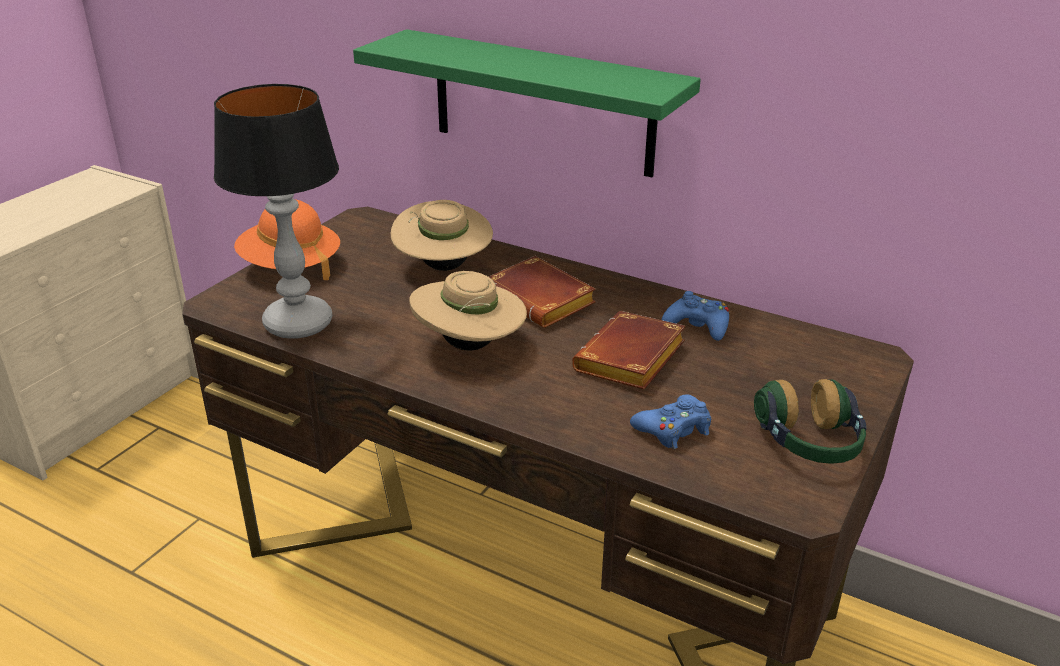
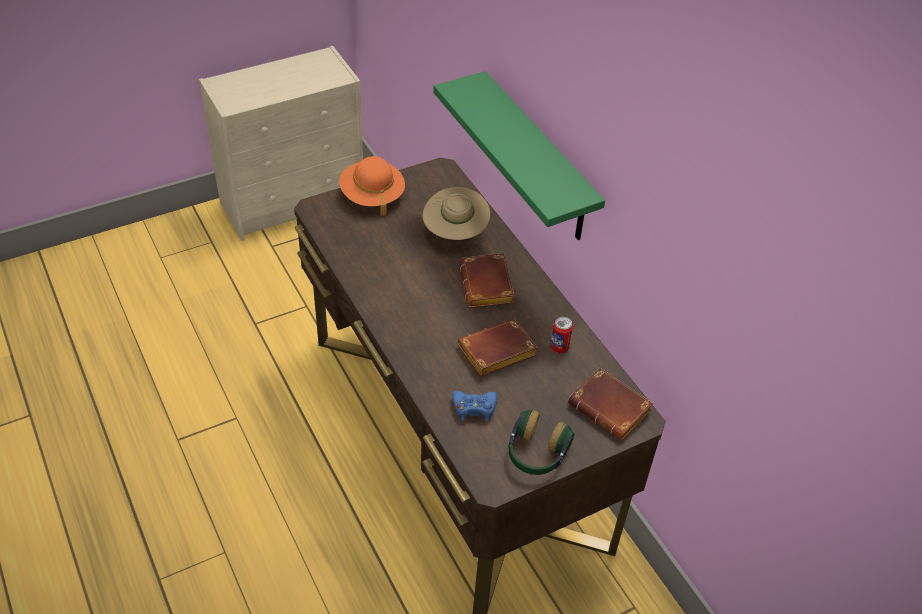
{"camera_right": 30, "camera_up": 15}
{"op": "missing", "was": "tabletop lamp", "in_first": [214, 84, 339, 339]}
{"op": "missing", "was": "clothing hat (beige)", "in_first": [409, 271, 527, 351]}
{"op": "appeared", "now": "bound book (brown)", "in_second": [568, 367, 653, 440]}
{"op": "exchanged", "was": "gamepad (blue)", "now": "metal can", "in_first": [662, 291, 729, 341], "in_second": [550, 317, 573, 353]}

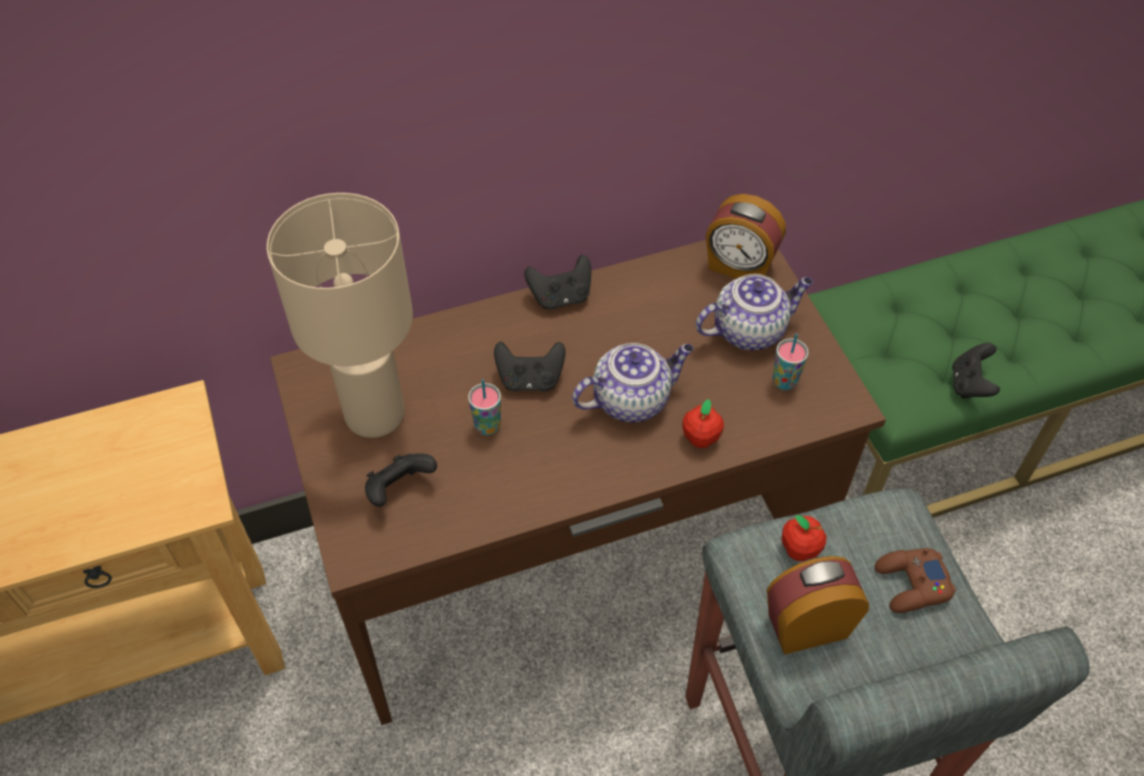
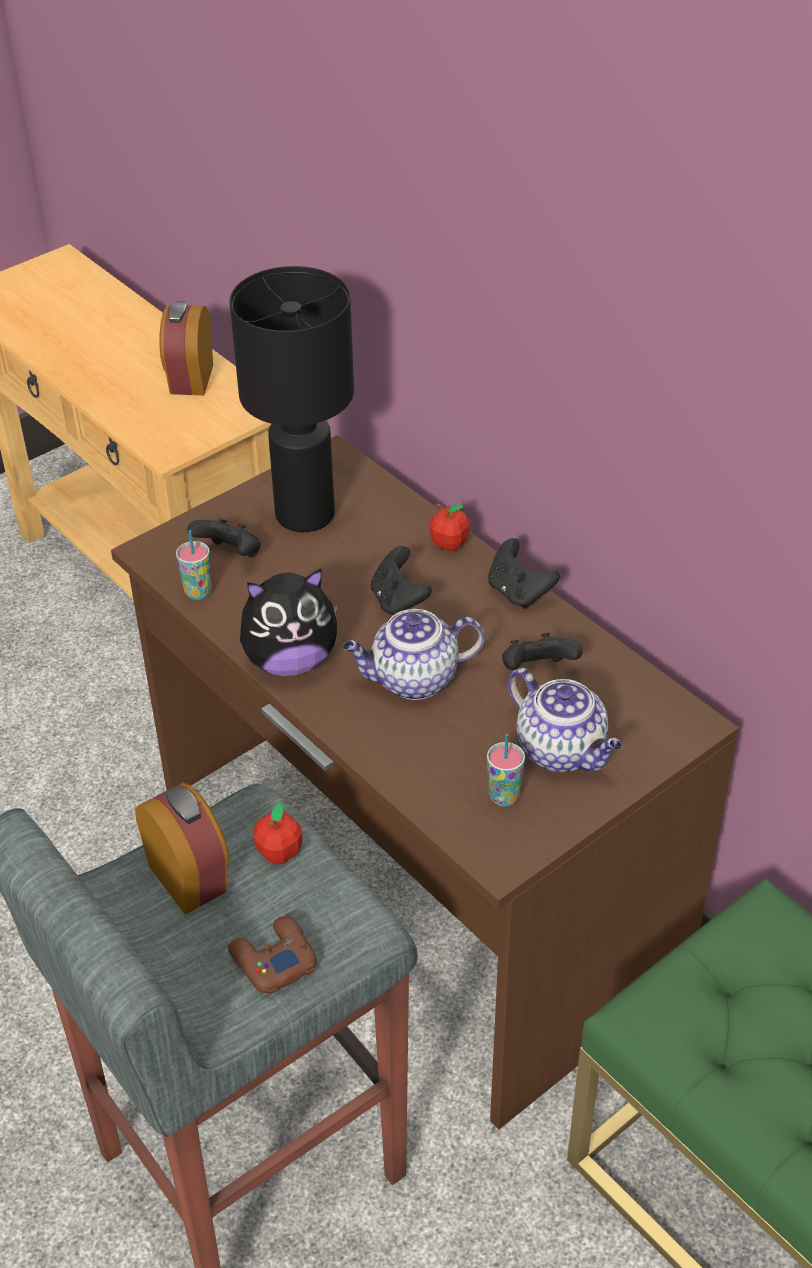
{"camera_right": 70, "camera_up": -10}
{"op": "appeared", "now": "cuddly toy", "in_second": [240, 568, 338, 676]}
{"op": "relocated", "was": "small cup", "in_first": [468, 379, 501, 435], "in_second": [176, 530, 211, 600]}
{"op": "relocated", "was": "apple fruit", "in_first": [682, 399, 724, 448], "in_second": [430, 504, 470, 551]}
{"op": "relocated", "was": "bedside clock", "in_first": [706, 194, 786, 279], "in_second": [159, 301, 213, 396]}
{"op": "relocated", "was": "gamepad (blackish)", "in_first": [952, 343, 1000, 398], "in_second": [502, 633, 583, 670]}
{"op": "colour", "was": "tabletop lamp (beige)", "now": "tabletop lamp (blackish)", "in_first": [267, 193, 413, 438], "in_second": [230, 266, 354, 532]}
{"op": "spun", "was": "teapot", "in_first": [572, 343, 694, 423], "in_second": [343, 609, 485, 700], "clockwise": 120}

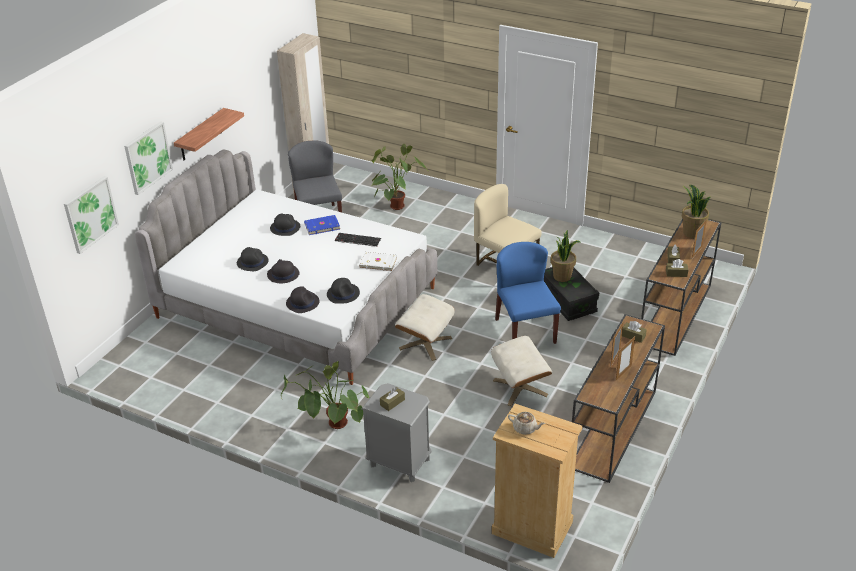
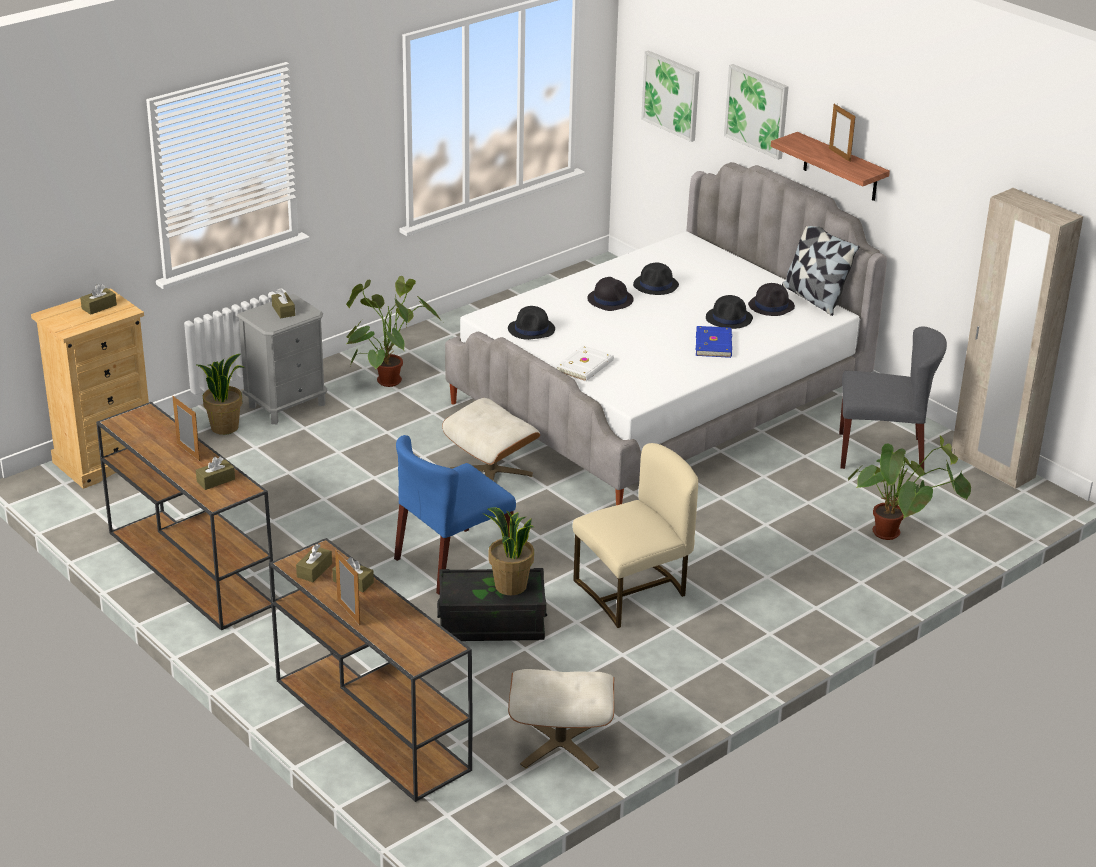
{"camera_right": 110, "camera_up": -5}
{"op": "missing", "was": "computer keyboard", "in_first": [335, 233, 381, 247]}
{"op": "appeared", "now": "throw pillow", "in_second": [782, 226, 860, 316]}
{"op": "relocated", "was": "clothing hat (blackish)", "in_first": [286, 286, 319, 313], "in_second": [748, 283, 795, 316]}
{"op": "relocated", "was": "ottoman (beige)", "in_first": [491, 336, 552, 407], "in_second": [508, 669, 614, 771]}
{"op": "relocated", "was": "picture frame", "in_first": [616, 336, 635, 380], "in_second": [829, 104, 856, 162]}
{"op": "relocated", "was": "houseplant", "in_first": [682, 185, 710, 238], "in_second": [197, 354, 245, 435]}
{"op": "exchanged", "was": "teapot (beige)", "now": "tissue holder (brown)", "in_first": [508, 412, 545, 435], "in_second": [80, 284, 117, 315]}
{"op": "spun", "was": "chair (blue)", "in_first": [495, 242, 561, 344], "in_second": [394, 435, 516, 595], "clockwise": 135}

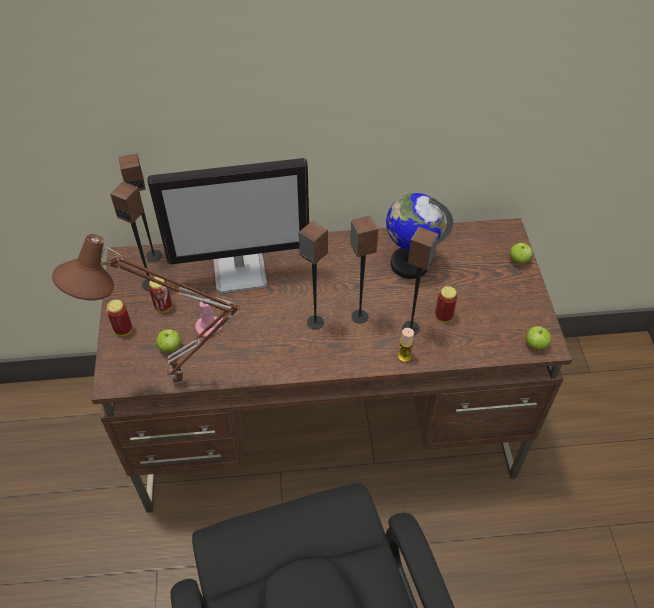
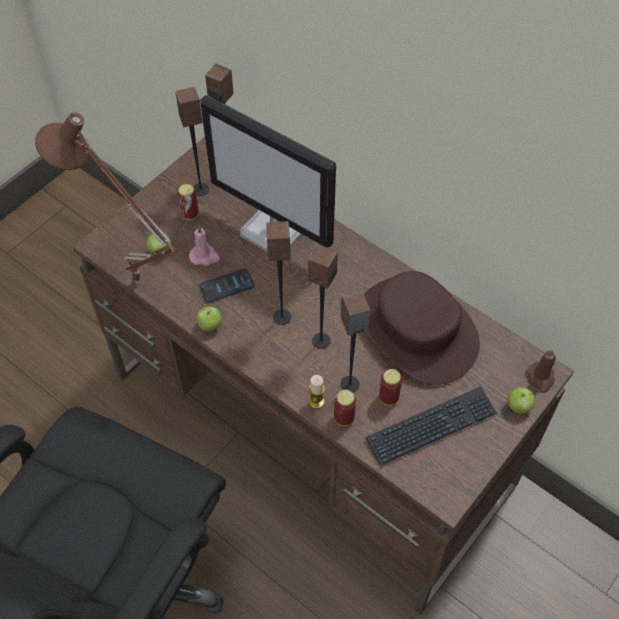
{"camera_right": 45, "camera_up": 5}
{"op": "appeared", "now": "telephone", "in_second": [199, 269, 254, 303]}
{"op": "appeared", "now": "computer keyboard", "in_second": [366, 386, 497, 466]}
{"op": "appeared", "now": "wax candle (brown)", "in_second": [526, 349, 556, 393]}
{"op": "relocated", "was": "metal can", "in_first": [106, 300, 132, 336], "in_second": [334, 390, 356, 426]}
{"op": "relocated", "was": "apple fruit", "in_first": [526, 326, 551, 350], "in_second": [196, 306, 222, 331]}
{"op": "exchanged", "was": "globe", "now": "clothing hat (brown)", "in_first": [386, 193, 453, 279], "in_second": [364, 271, 480, 385]}

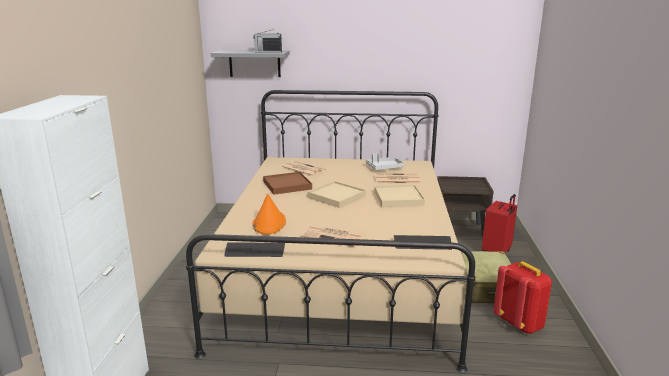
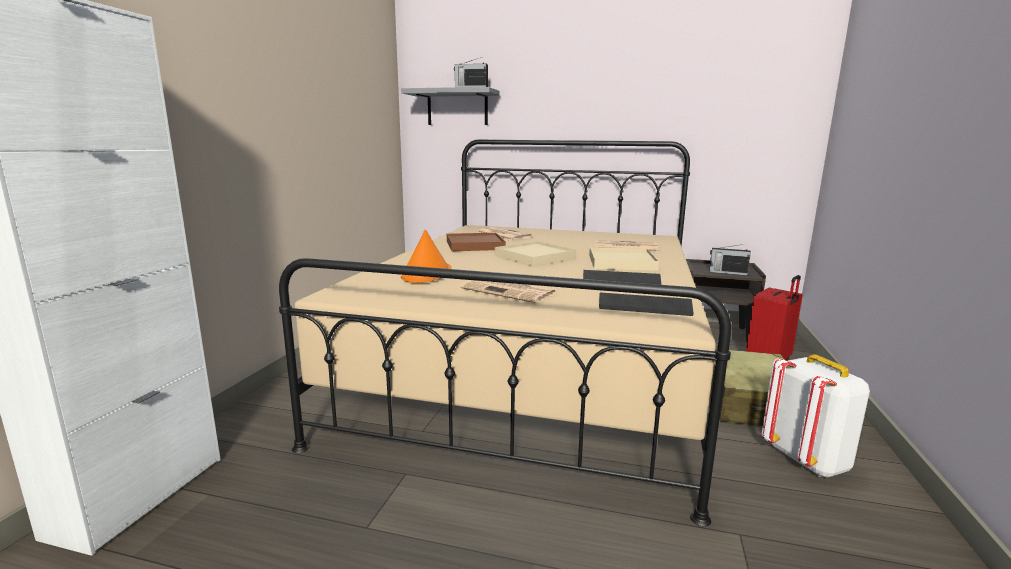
{"camera_right": 10, "camera_up": -5}
{"op": "missing", "was": "tray (grey)", "in_first": [366, 153, 404, 170]}
{"op": "appeared", "now": "radio receiver", "in_second": [709, 244, 751, 275]}
{"op": "relocated", "was": "computer keyboard", "in_first": [224, 243, 285, 257], "in_second": [583, 270, 661, 285]}
{"op": "colour", "was": "rucksack (red)", "now": "rucksack (white-coloured)", "in_first": [493, 261, 552, 334], "in_second": [761, 354, 870, 477]}

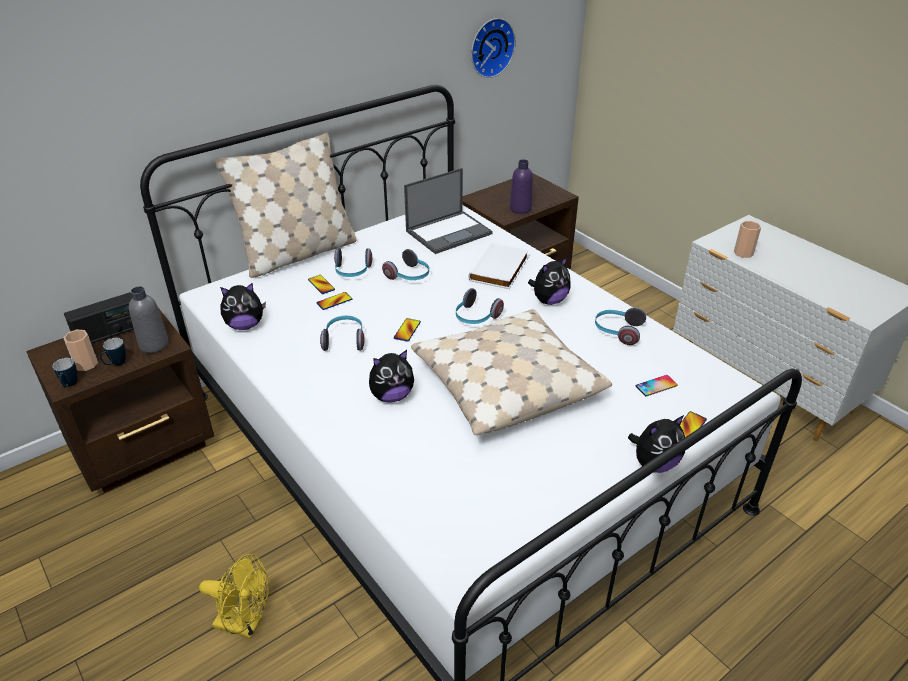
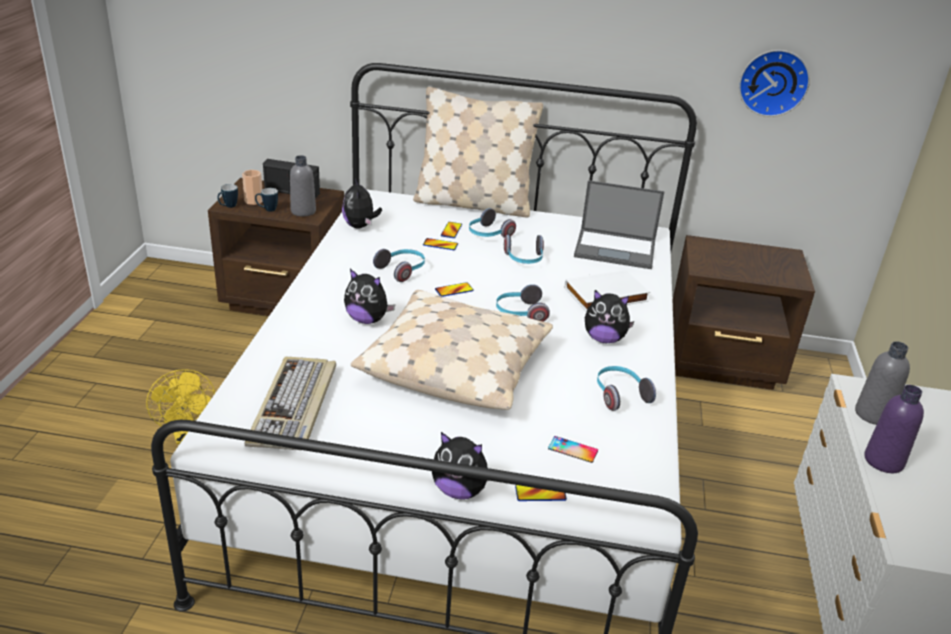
{"camera_right": 45, "camera_up": -5}
{"op": "appeared", "now": "computer keyboard", "in_second": [245, 357, 336, 450]}
{"op": "relocated", "was": "bottle (purple)", "in_first": [510, 160, 533, 214], "in_second": [865, 385, 924, 473]}
{"op": "exchanged", "was": "small cup", "now": "bottle (grey)", "in_first": [734, 221, 761, 258], "in_second": [855, 341, 910, 425]}
{"op": "spun", "was": "cuddly toy", "in_first": [220, 283, 266, 330], "in_second": [342, 178, 382, 229], "clockwise": 45}

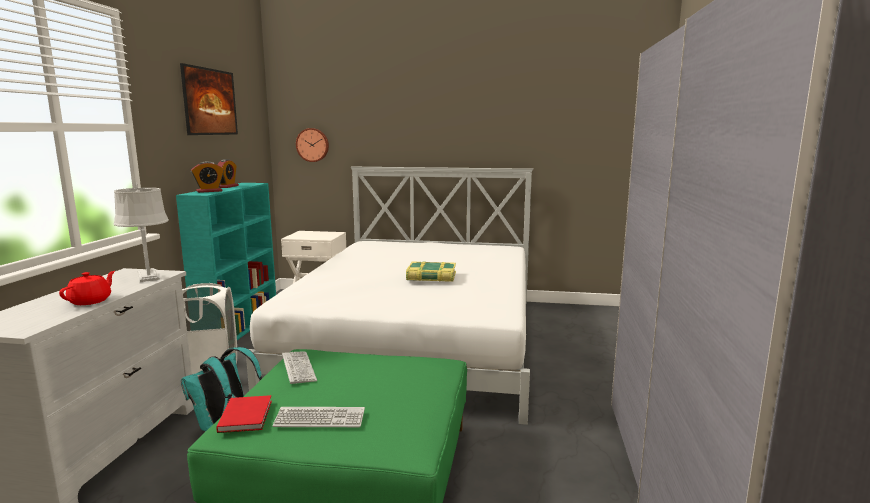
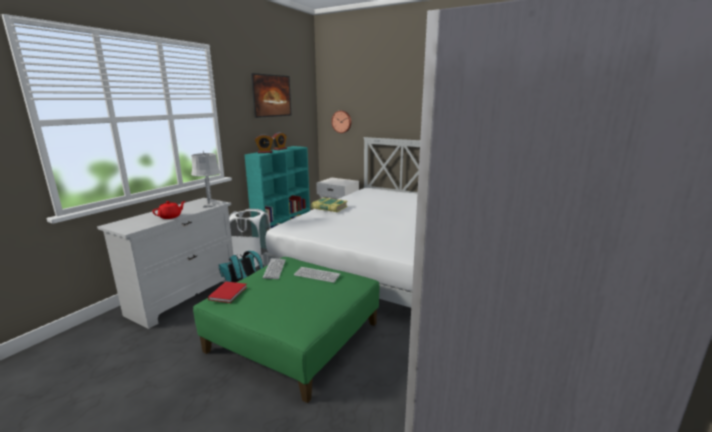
{"camera_right": 20, "camera_up": 5}
{"op": "relocated", "was": "computer keyboard", "in_first": [273, 407, 365, 427], "in_second": [294, 267, 340, 283]}
{"op": "relocated", "was": "bound book", "in_first": [406, 262, 456, 282], "in_second": [311, 198, 348, 212]}

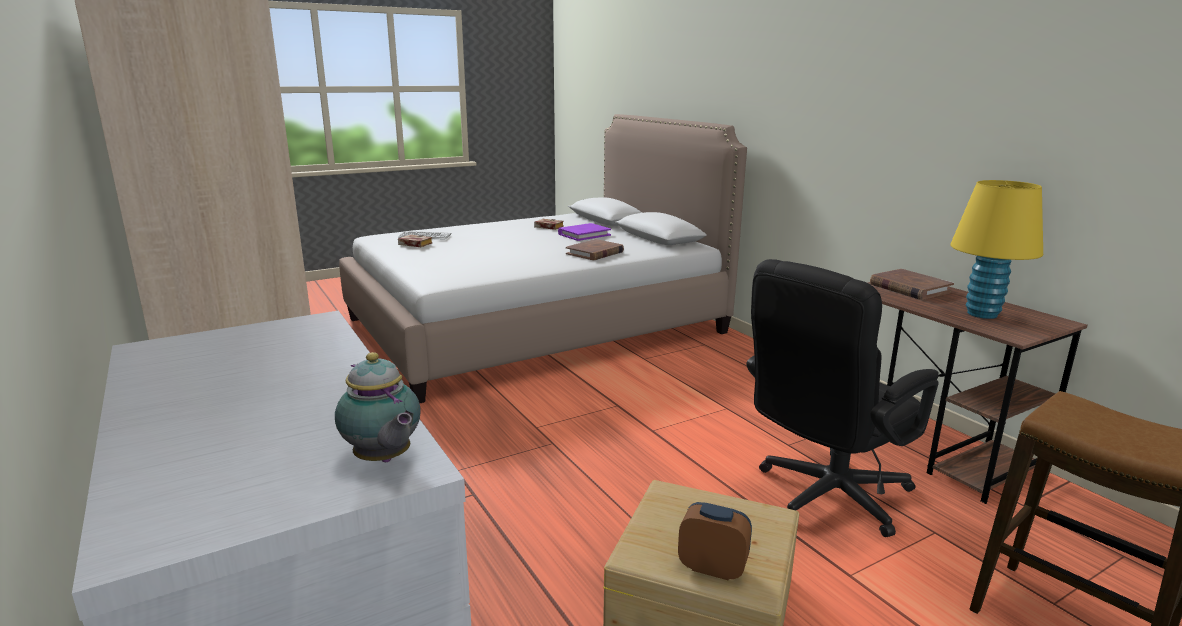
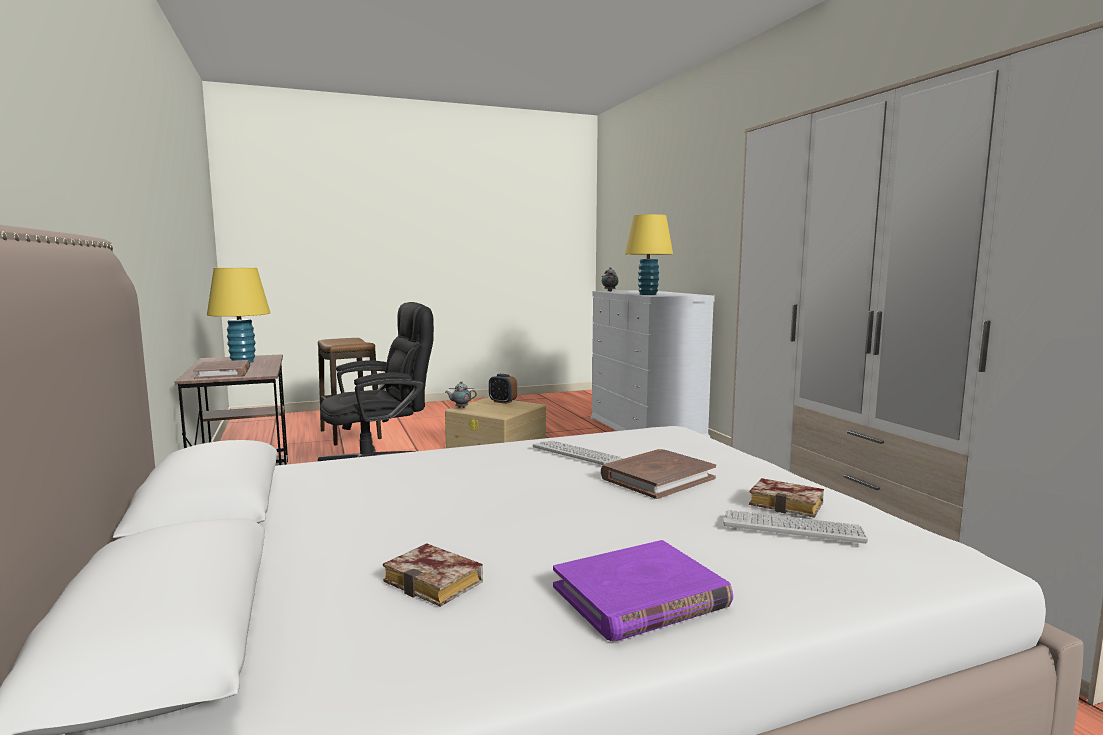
{"camera_right": -170, "camera_up": -10}
{"op": "appeared", "now": "teapot", "in_second": [446, 381, 477, 408]}
{"op": "appeared", "now": "computer keyboard", "in_second": [533, 440, 624, 466]}
{"op": "appeared", "now": "tabletop lamp (yellow-coloured)", "in_second": [625, 214, 673, 295]}
{"op": "relocated", "was": "bound book (purple)", "in_first": [558, 223, 611, 241], "in_second": [553, 540, 733, 642]}
{"op": "relocated", "was": "bound book (brown)", "in_first": [566, 239, 624, 260], "in_second": [601, 449, 716, 499]}

